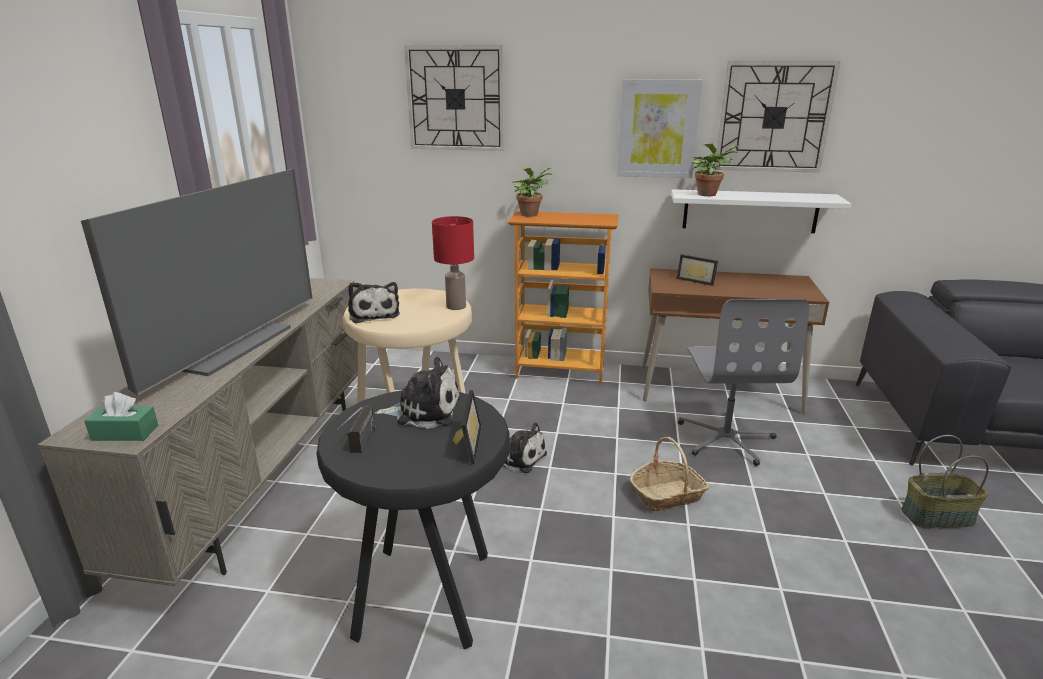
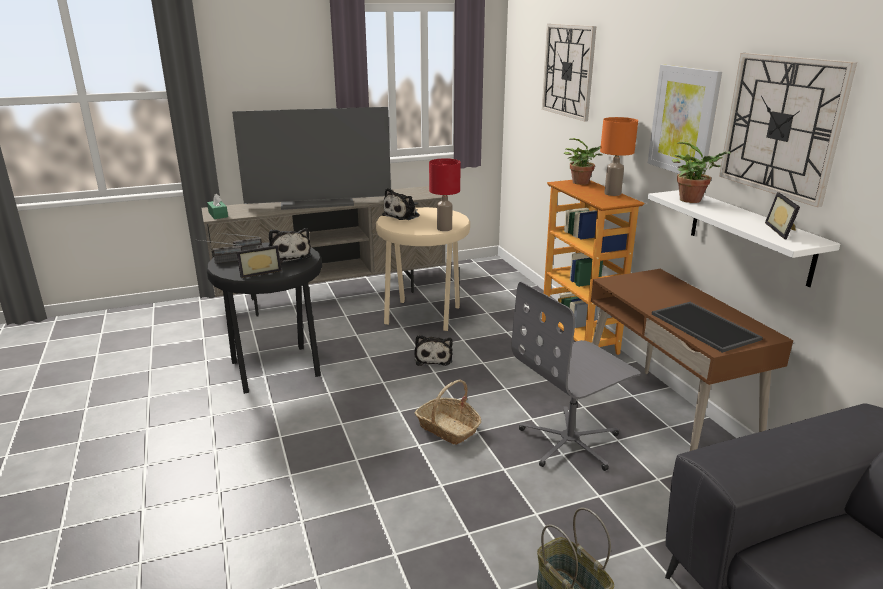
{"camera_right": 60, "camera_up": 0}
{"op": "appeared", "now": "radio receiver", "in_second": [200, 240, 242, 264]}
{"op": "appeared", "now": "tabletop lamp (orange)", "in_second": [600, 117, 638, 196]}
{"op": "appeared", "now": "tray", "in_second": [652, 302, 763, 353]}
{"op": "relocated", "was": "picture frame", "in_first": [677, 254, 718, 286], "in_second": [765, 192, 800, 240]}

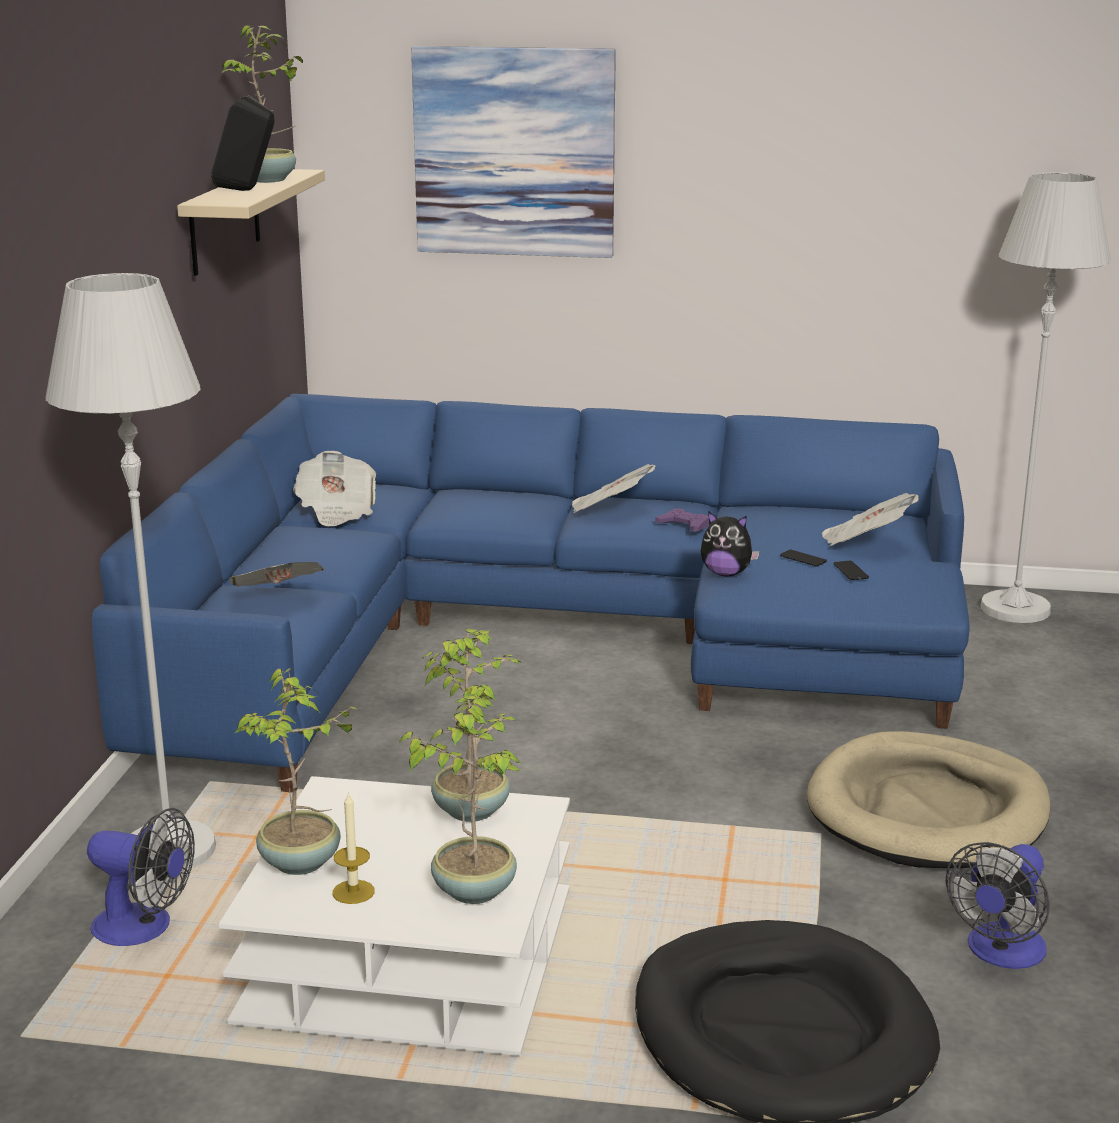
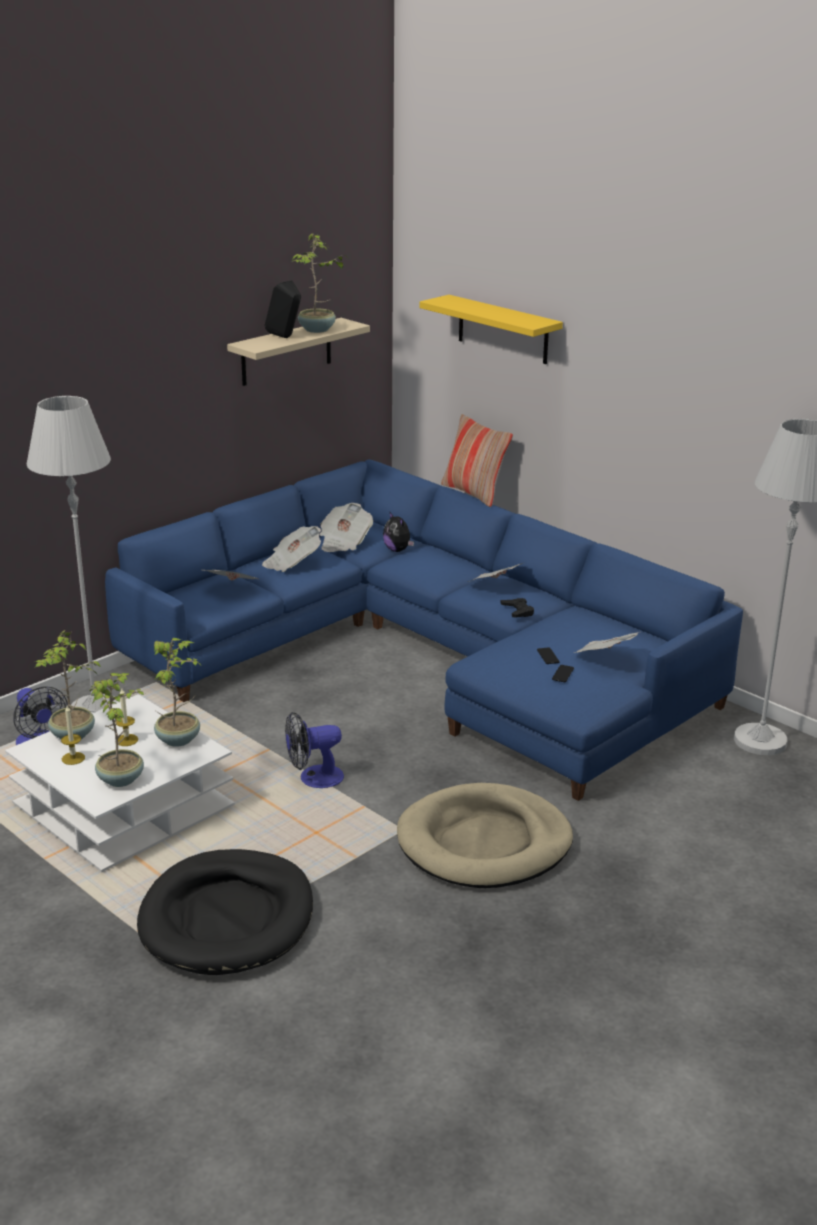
{"camera_right": 35, "camera_up": 5}
{"op": "appeared", "now": "wax candle", "in_second": [115, 688, 138, 746]}
{"op": "appeared", "now": "daily paper", "in_second": [262, 526, 321, 572]}
{"op": "appeared", "now": "throw pillow", "in_second": [441, 414, 513, 507]}
{"op": "relocated", "was": "cuddly toy", "in_first": [701, 511, 760, 576], "in_second": [383, 511, 414, 552]}
{"op": "relocated", "was": "electric fan", "in_first": [946, 842, 1050, 969], "in_second": [285, 712, 344, 788]}
{"op": "exchanged", "was": "picture", "now": "bracket shelf (yellow-coloured)", "in_first": [411, 46, 616, 258], "in_second": [419, 295, 563, 364]}
{"op": "colour", "was": "gamepad (purple)", "now": "gamepad (blackish)", "in_first": [655, 508, 709, 532], "in_second": [500, 598, 534, 618]}

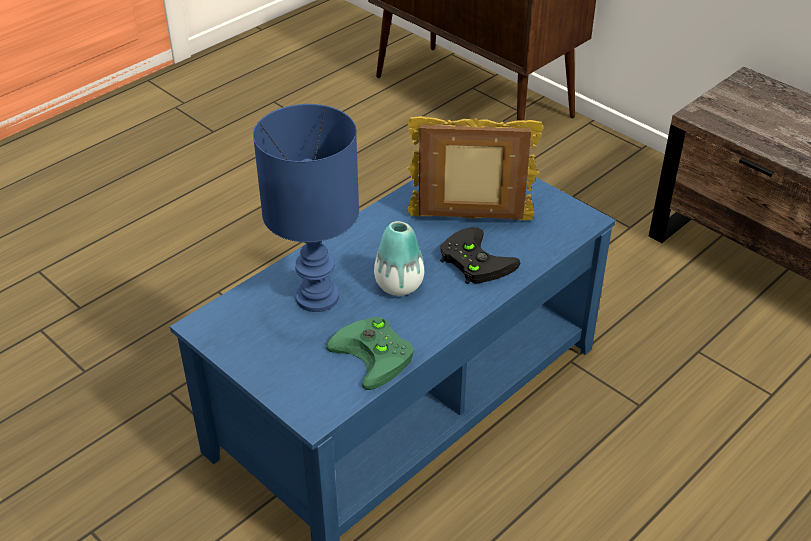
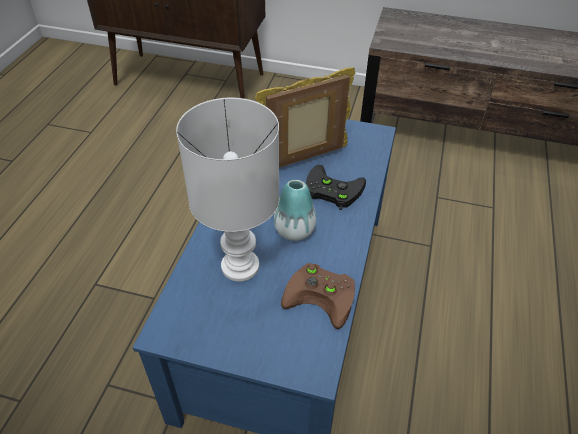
{"camera_right": -30, "camera_up": 5}
{"op": "colour", "was": "tabletop lamp (blue)", "now": "tabletop lamp (white-coloured)", "in_first": [253, 104, 359, 312], "in_second": [176, 98, 279, 282]}
{"op": "colour", "was": "gamepad (green-coloured)", "now": "gamepad (brown)", "in_first": [326, 317, 414, 390], "in_second": [281, 263, 355, 329]}

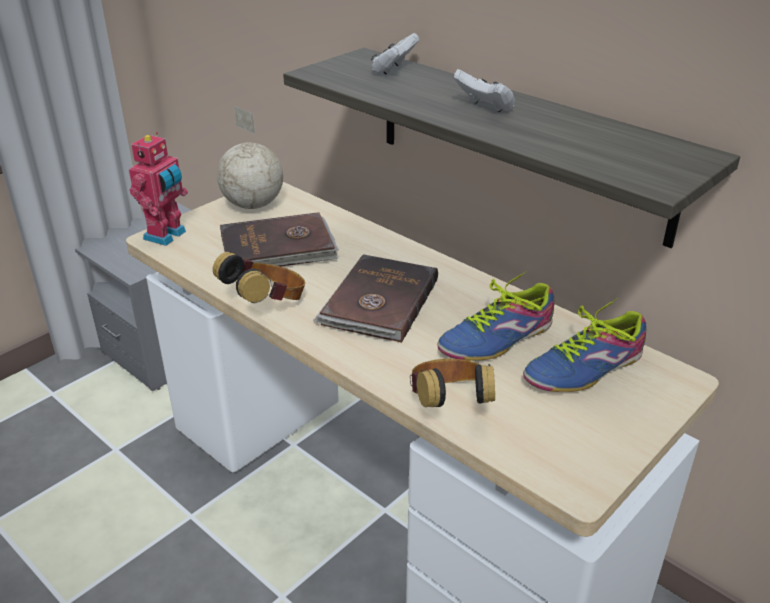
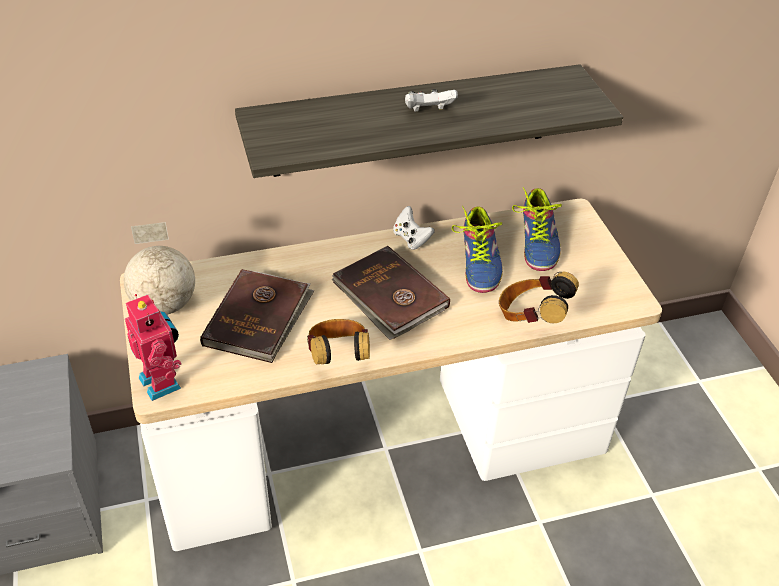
{"camera_right": -60, "camera_up": 10}
{"op": "relocated", "was": "gamepad (white-coloured)", "in_first": [371, 33, 419, 75], "in_second": [393, 206, 435, 250]}

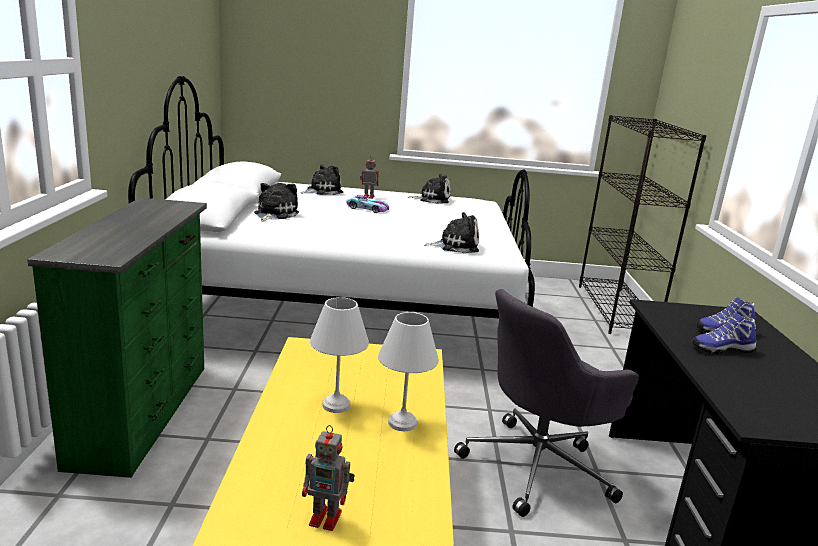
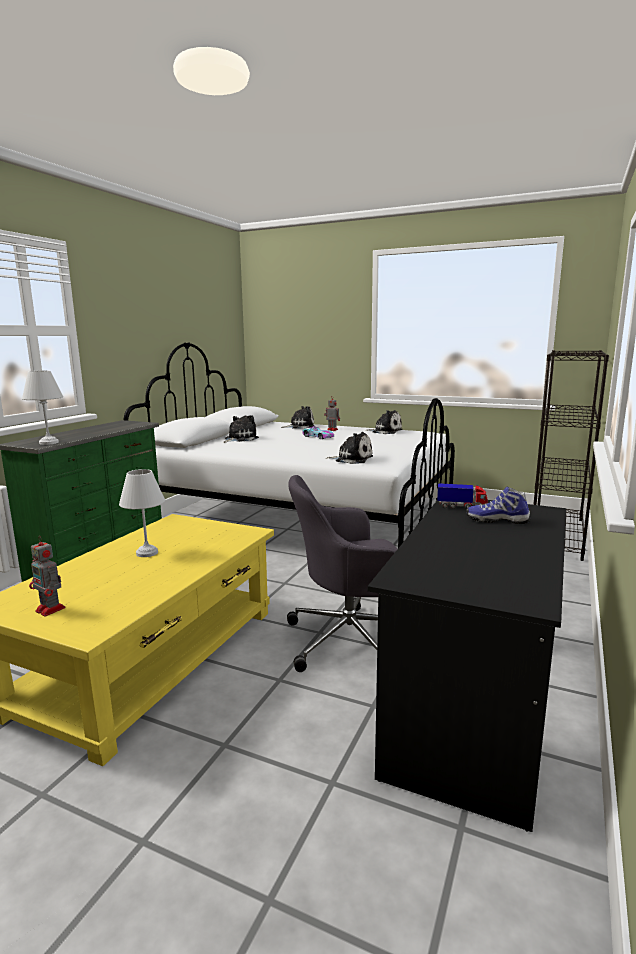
{"camera_right": 25, "camera_up": -5}
{"op": "missing", "was": "item of footwear", "in_first": [692, 313, 756, 354]}
{"op": "appeared", "now": "toy truck", "in_second": [437, 483, 488, 509]}
{"op": "relocated", "was": "tabletop lamp (white-coloured)", "in_first": [378, 312, 439, 431], "in_second": [22, 370, 63, 445]}

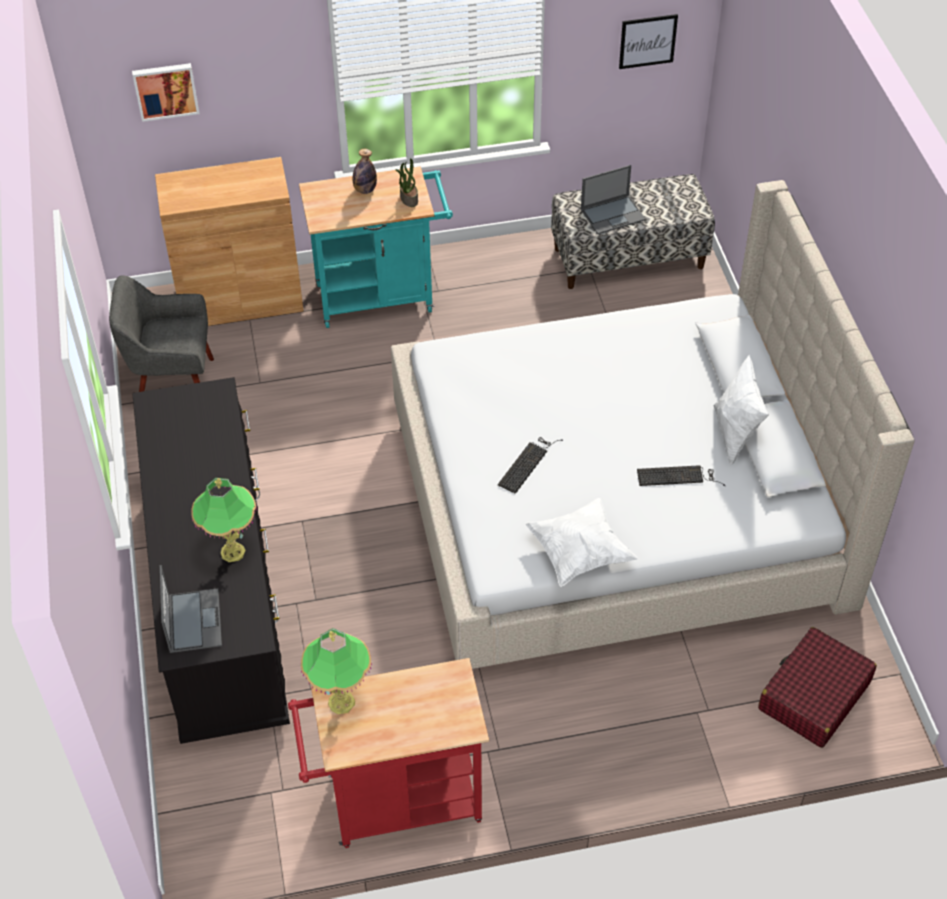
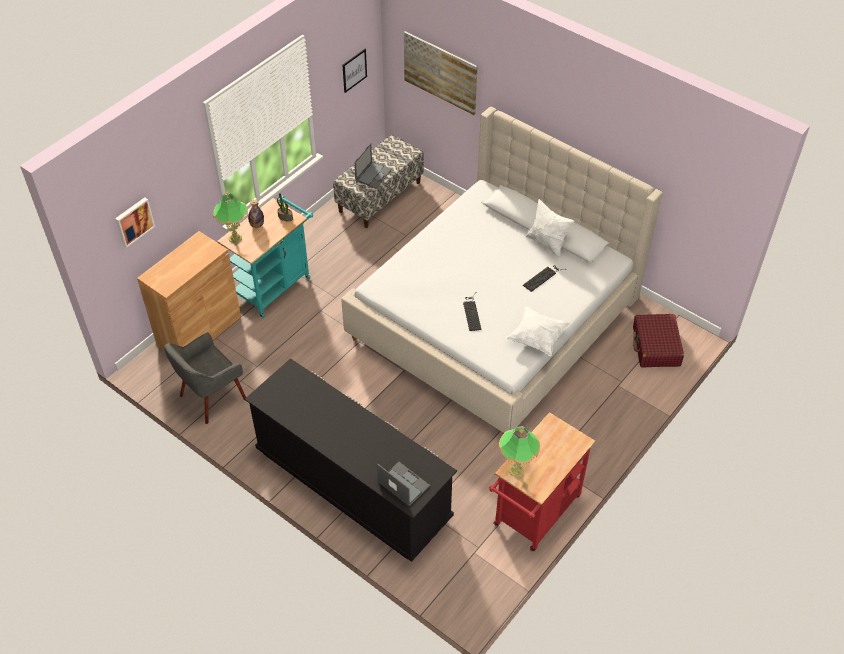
{"camera_right": -40, "camera_up": 0}
{"op": "appeared", "now": "picture", "in_second": [404, 31, 477, 115]}
{"op": "relocated", "was": "tabletop lamp", "in_first": [191, 478, 257, 562], "in_second": [213, 193, 248, 243]}

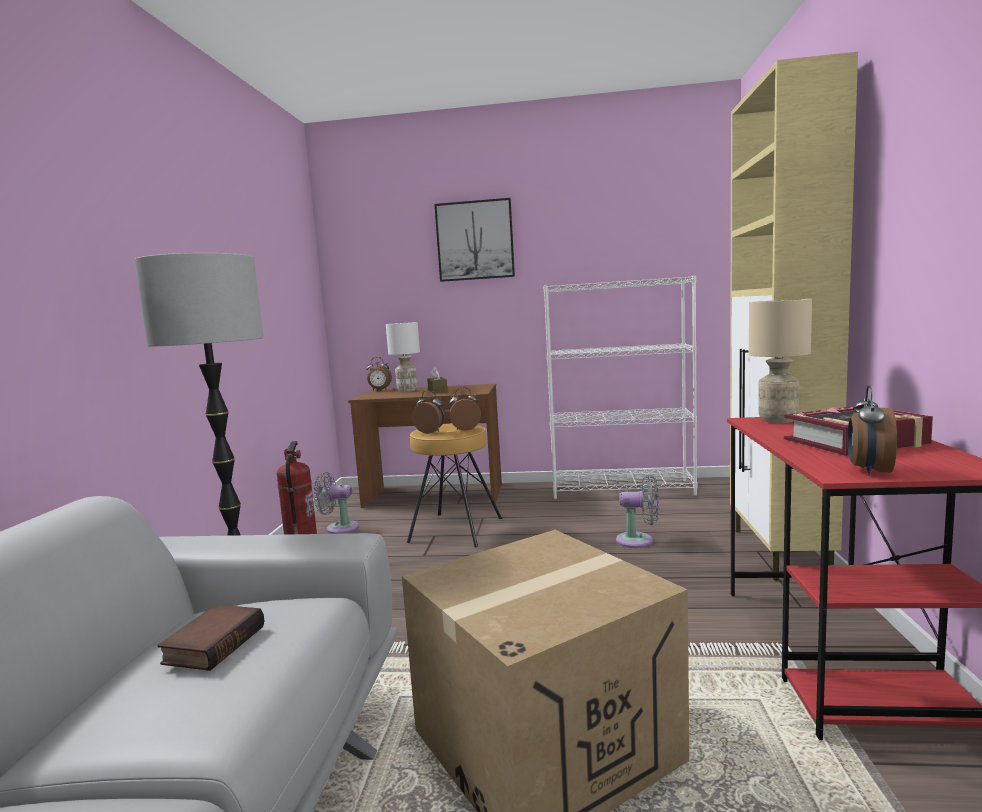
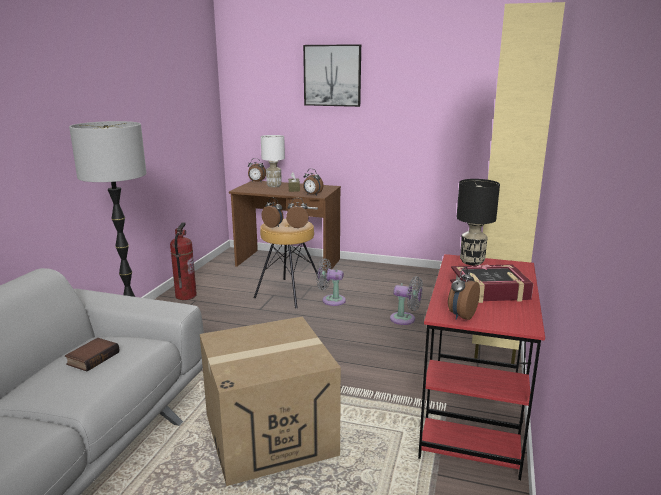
{"camera_right": 10, "camera_up": 10}
{"op": "missing", "was": "bookshelf (white-coloured)", "in_first": [543, 276, 697, 499]}
{"op": "appeared", "now": "bedside clock", "in_second": [303, 169, 324, 196]}
{"op": "relocated", "was": "electric fan (grey)", "in_first": [313, 472, 359, 534], "in_second": [316, 258, 346, 306]}
{"op": "colour", "was": "tabletop lamp (beige)", "now": "tabletop lamp (blackish)", "in_first": [749, 299, 812, 423], "in_second": [456, 179, 500, 265]}

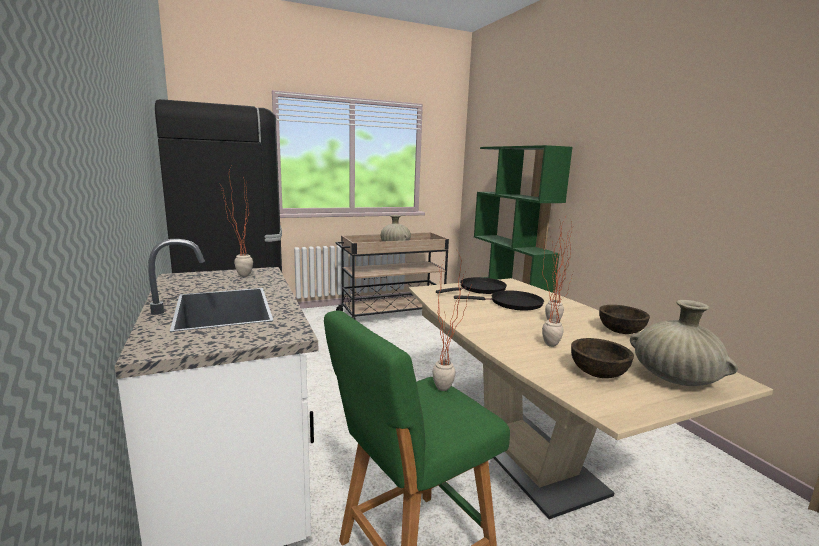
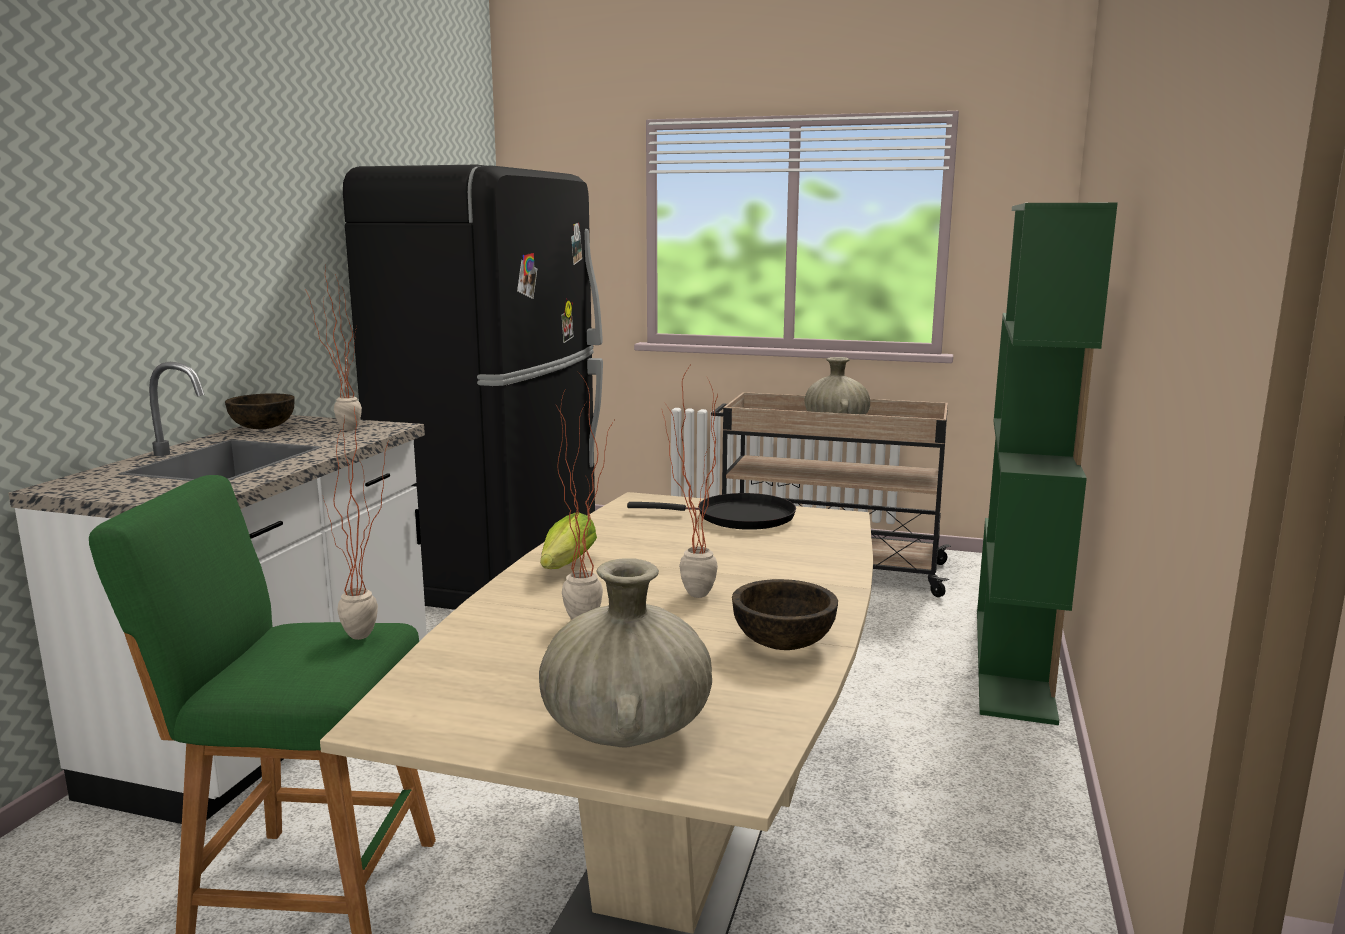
{"camera_right": 40, "camera_up": 0}
{"op": "missing", "was": "skillet (blackish)", "in_first": [454, 291, 544, 311]}
{"op": "appeared", "now": "head of lettuce", "in_second": [540, 512, 597, 569]}
{"op": "relocated", "was": "deep dish (brown)", "in_first": [571, 338, 634, 378], "in_second": [225, 393, 295, 429]}

